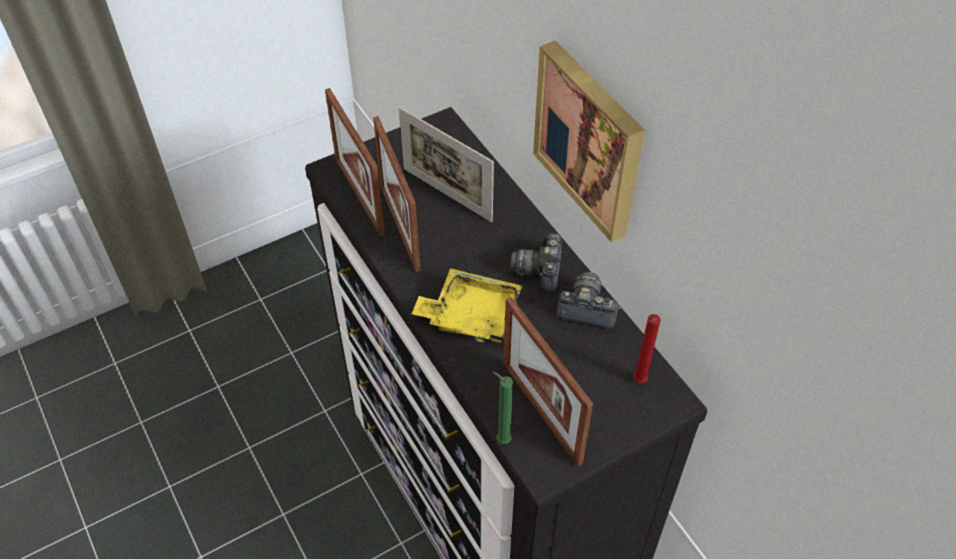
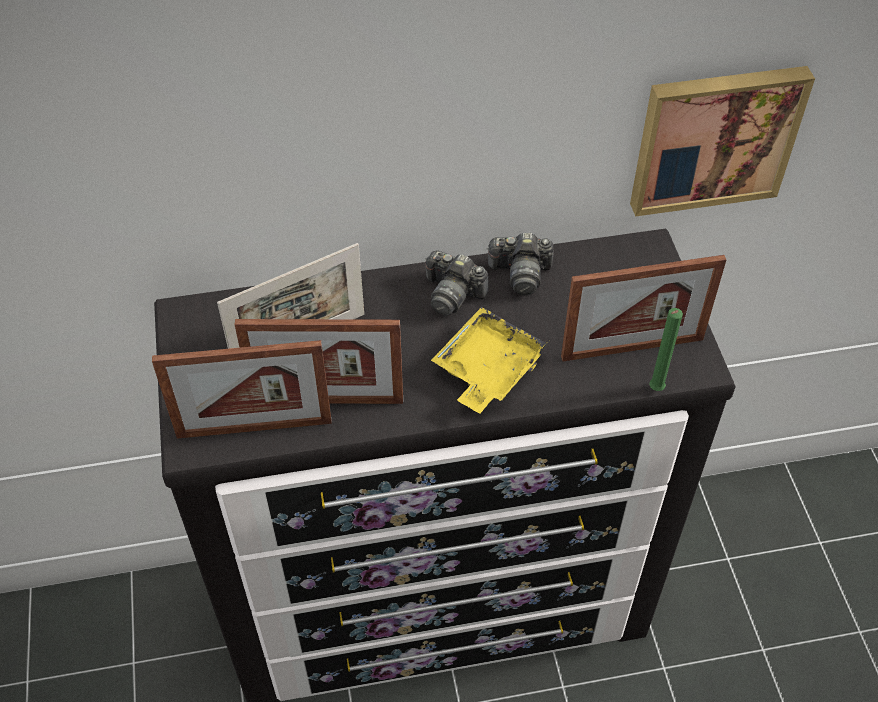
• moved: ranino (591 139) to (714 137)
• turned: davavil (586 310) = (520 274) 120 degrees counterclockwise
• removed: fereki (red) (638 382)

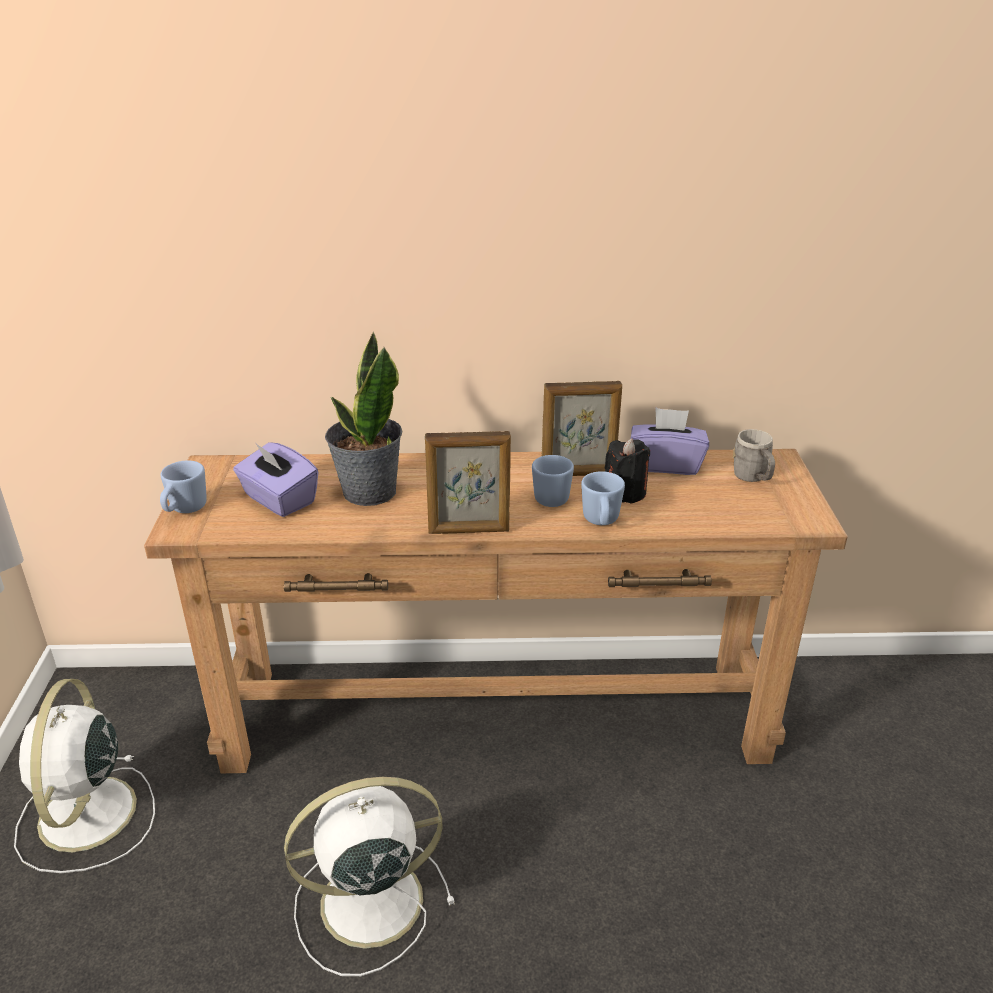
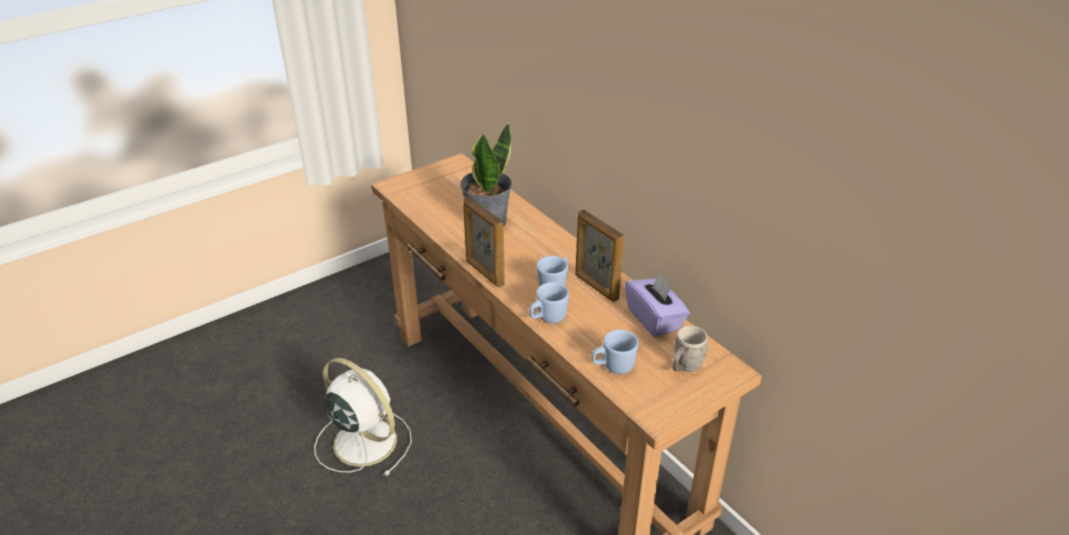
• removed: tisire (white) (86 817)
• moved: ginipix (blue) (184 510) to (613 367)
• removed: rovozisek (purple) (279 500)
• removed: fereki (black) (625 492)

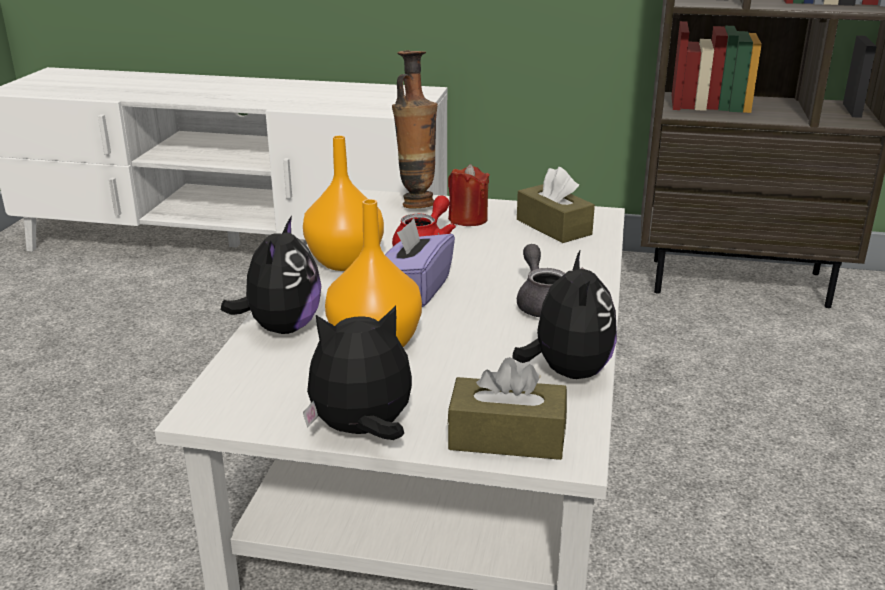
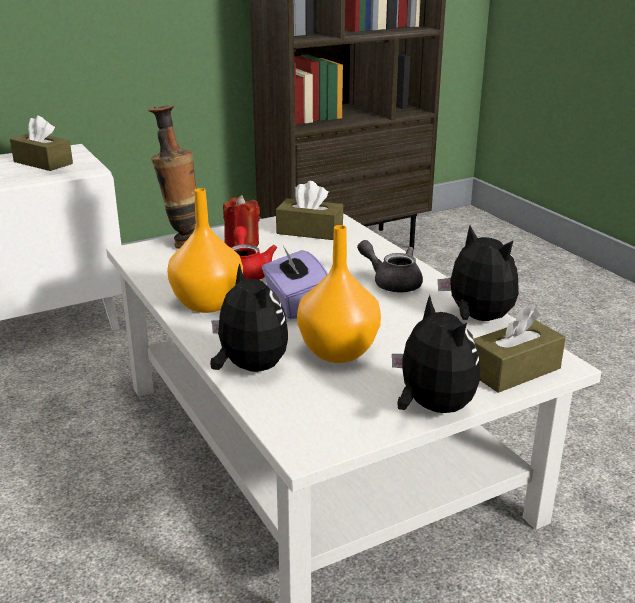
• turned: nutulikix (363 431) = (432 407) 120 degrees clockwise
• added: rovozisek (brown) (43 163)

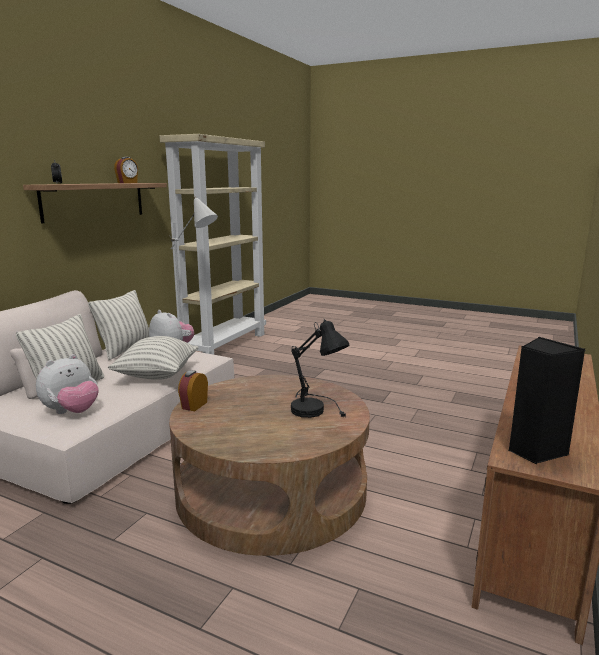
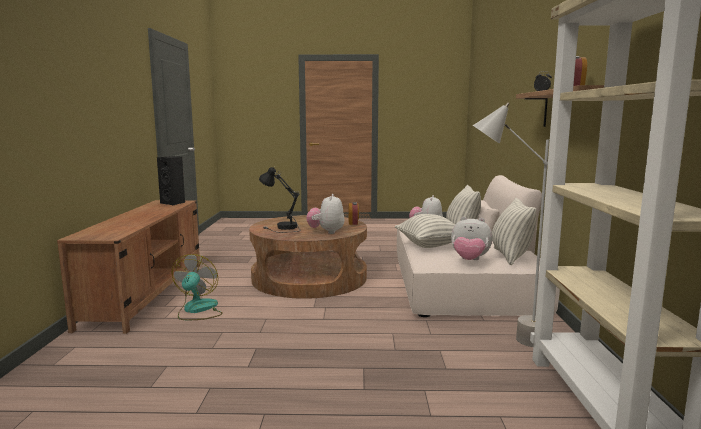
• added: tisire (197 310)
• added: nutulikix (326 232)

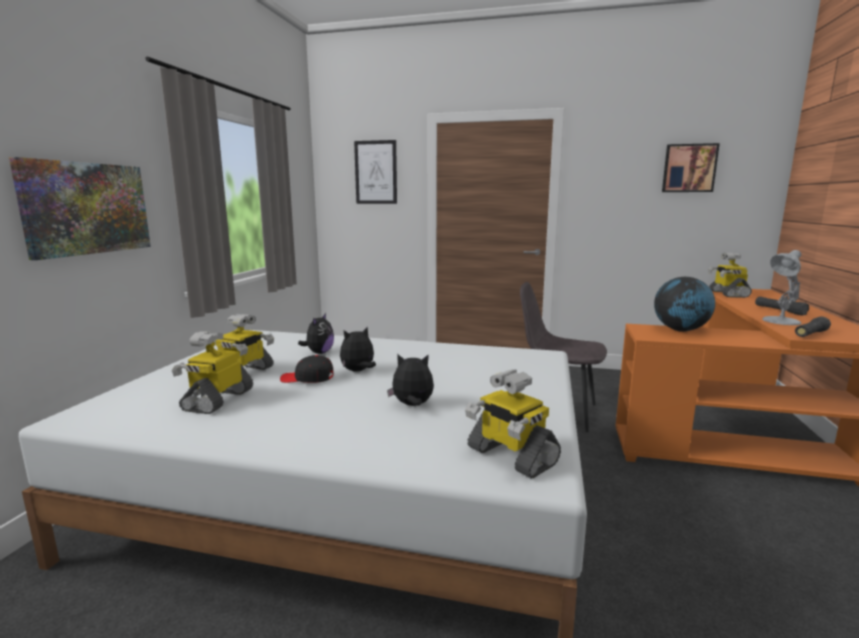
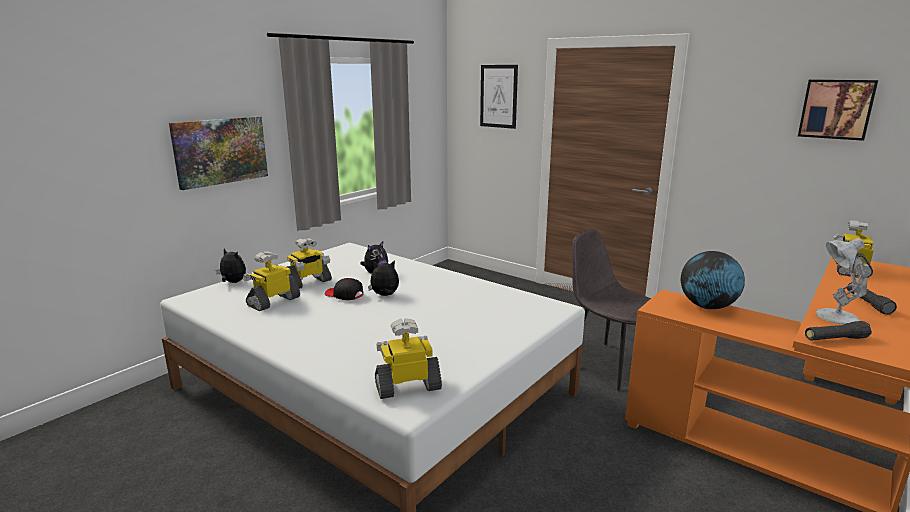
• moved: nutulikix (412 405) to (233 282)
• turned: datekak (510 456) = (408 386) 90 degrees clockwise

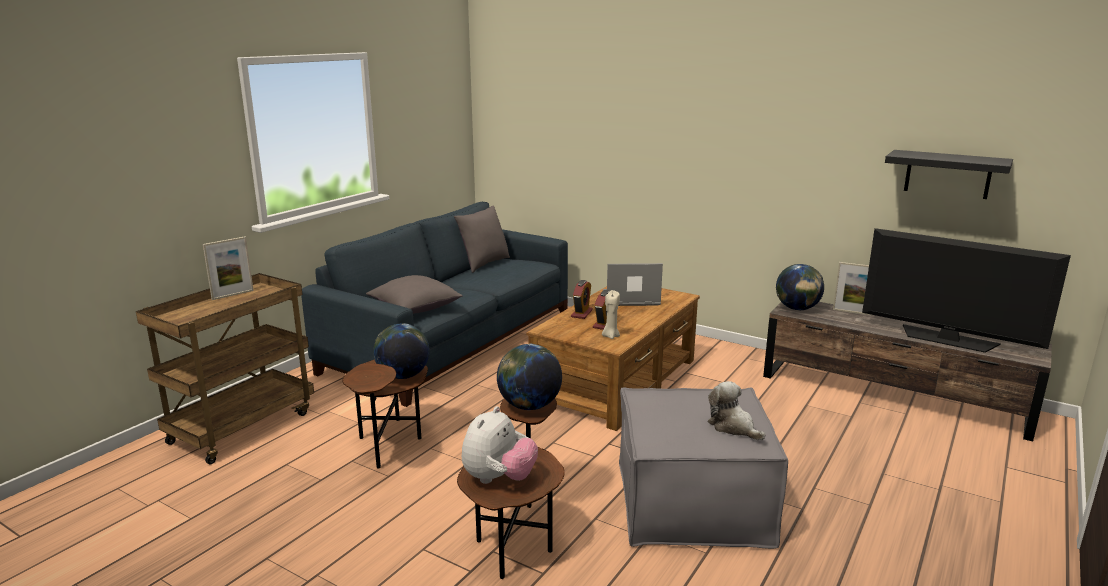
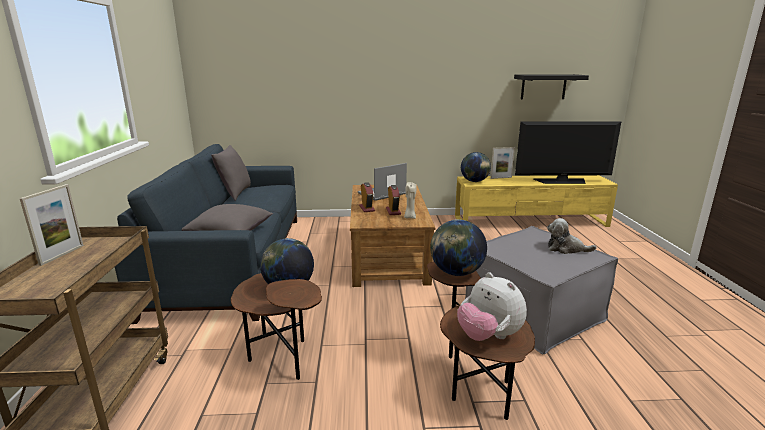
• turned: nutulikix (499 479) = (488 336) 150 degrees clockwise
• recoloured: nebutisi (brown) (893 394) to nebutisi (yellow) (530 221)

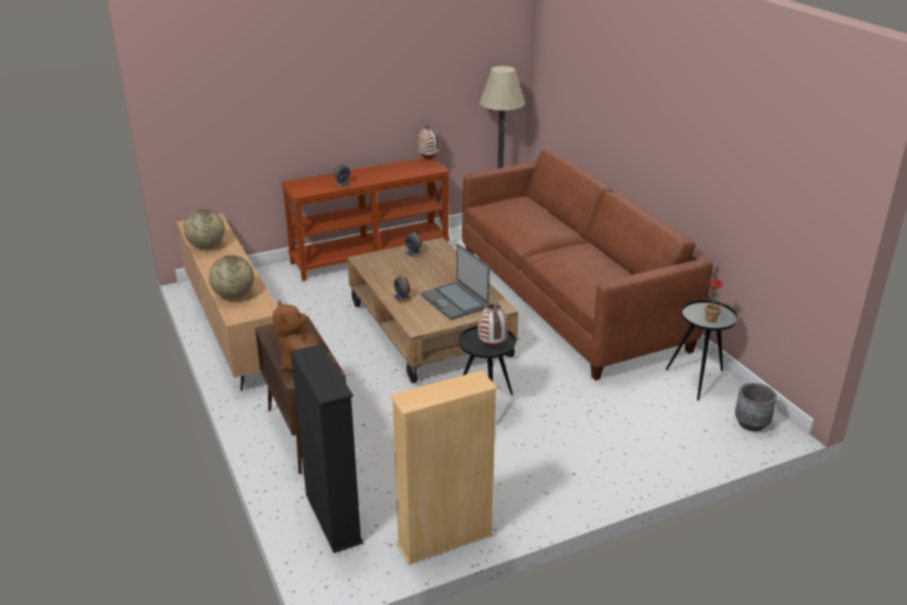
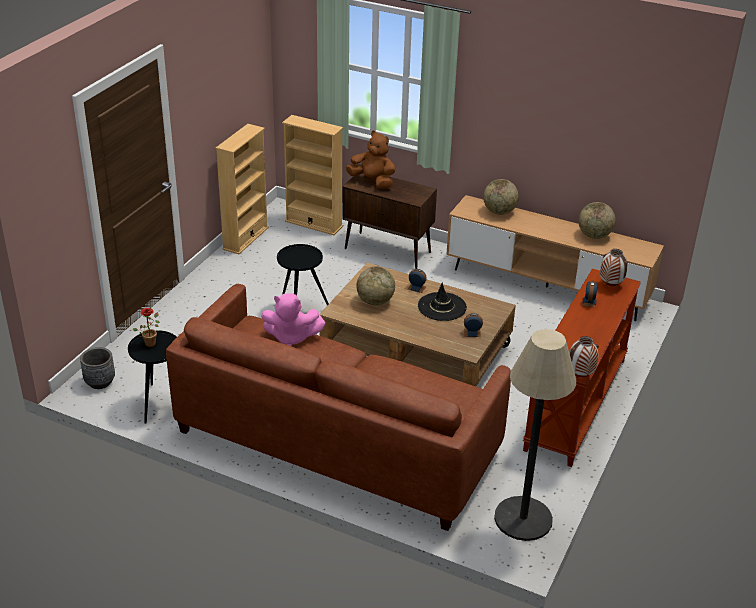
• recoloured: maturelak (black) (333 518) to maturelak (beige) (314 224)
• replaced: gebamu (455 301) to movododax (375 301)
• moved: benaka (493 346) to (610 285)
• added: nutulikix (pink) (291 337)
• added: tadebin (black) (442 307)

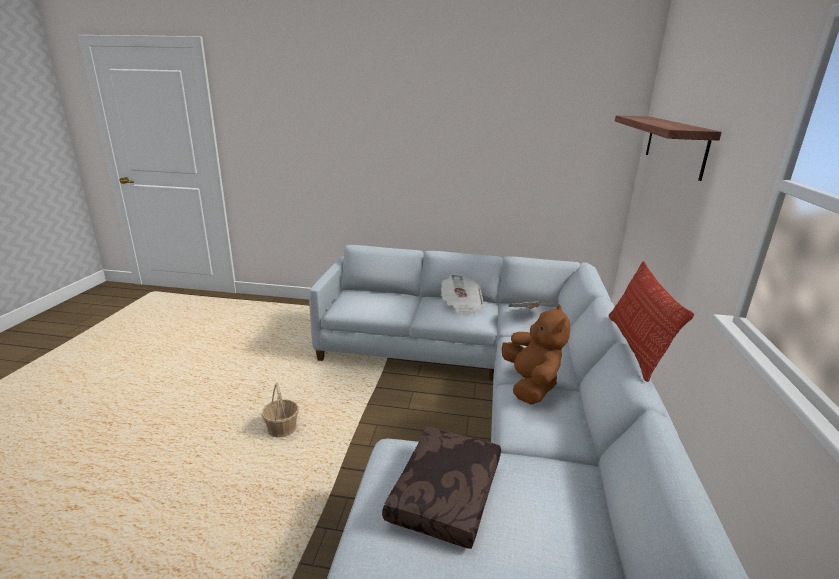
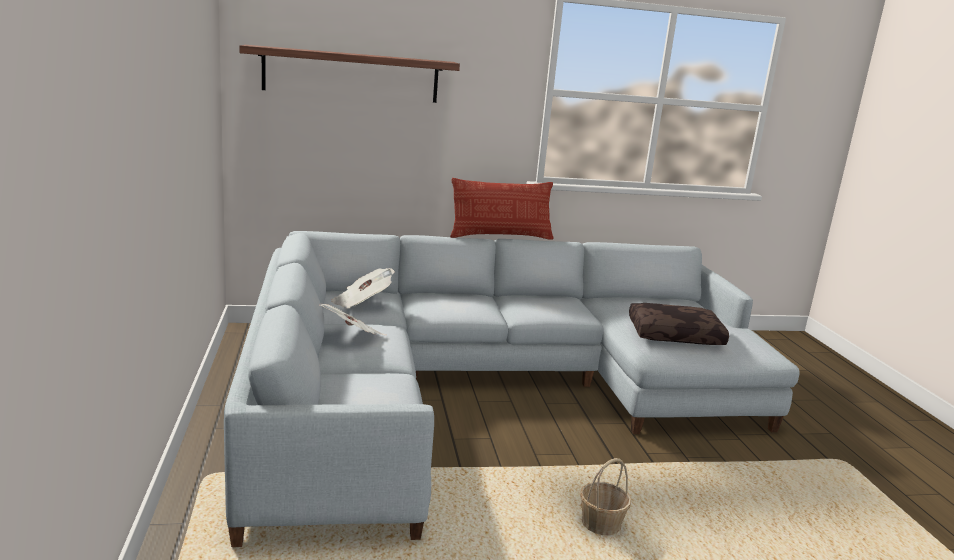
• removed: nutulikix (brown) (530 385)

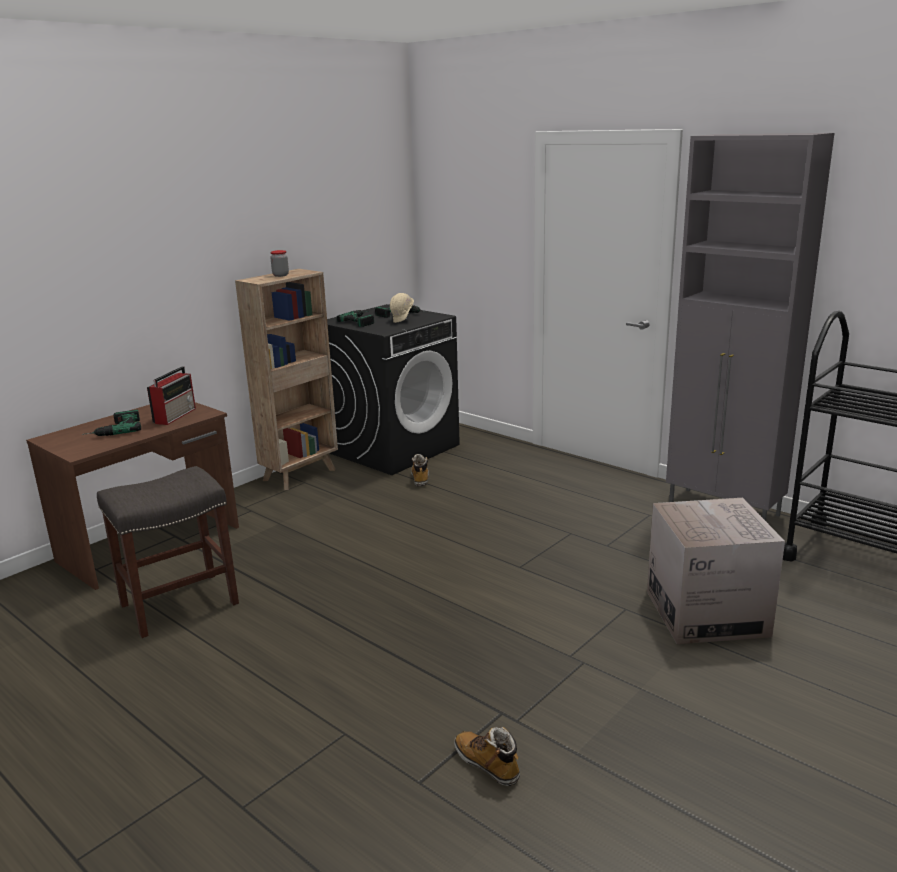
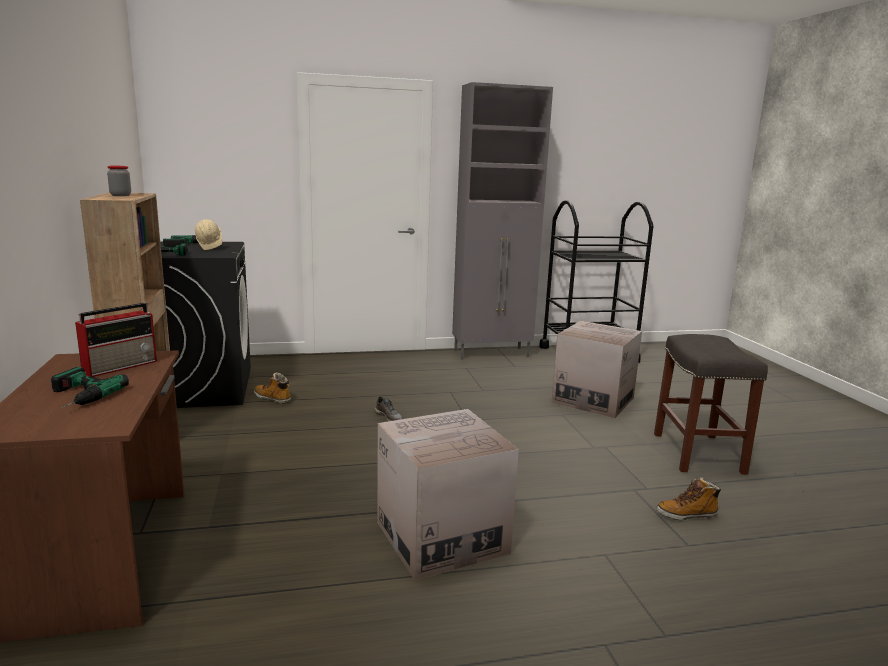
• moved: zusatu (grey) (178 605) to (699 454)
• turned: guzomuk (175 415) = (121 366) 75 degrees clockwise
• added: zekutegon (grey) (389 417)
• added: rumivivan (441 537)

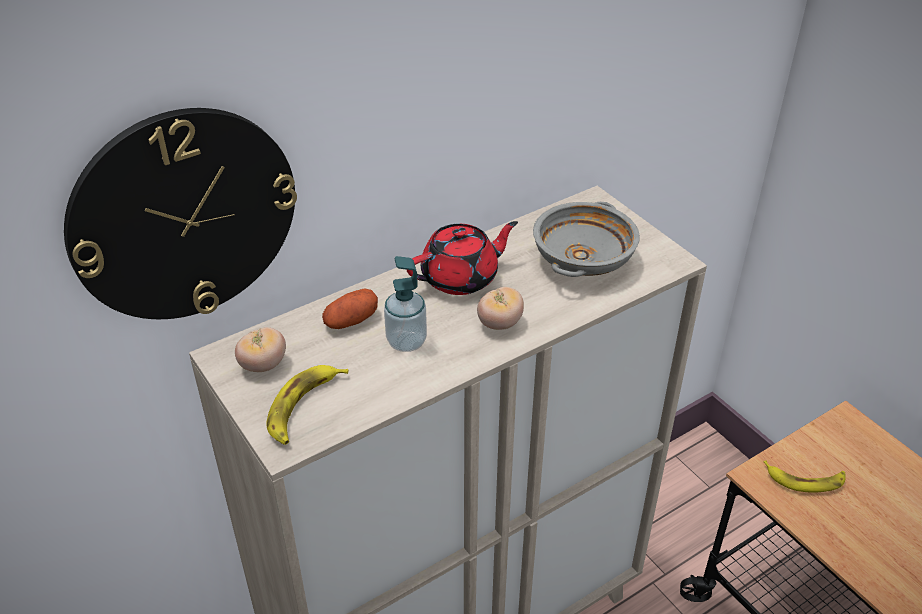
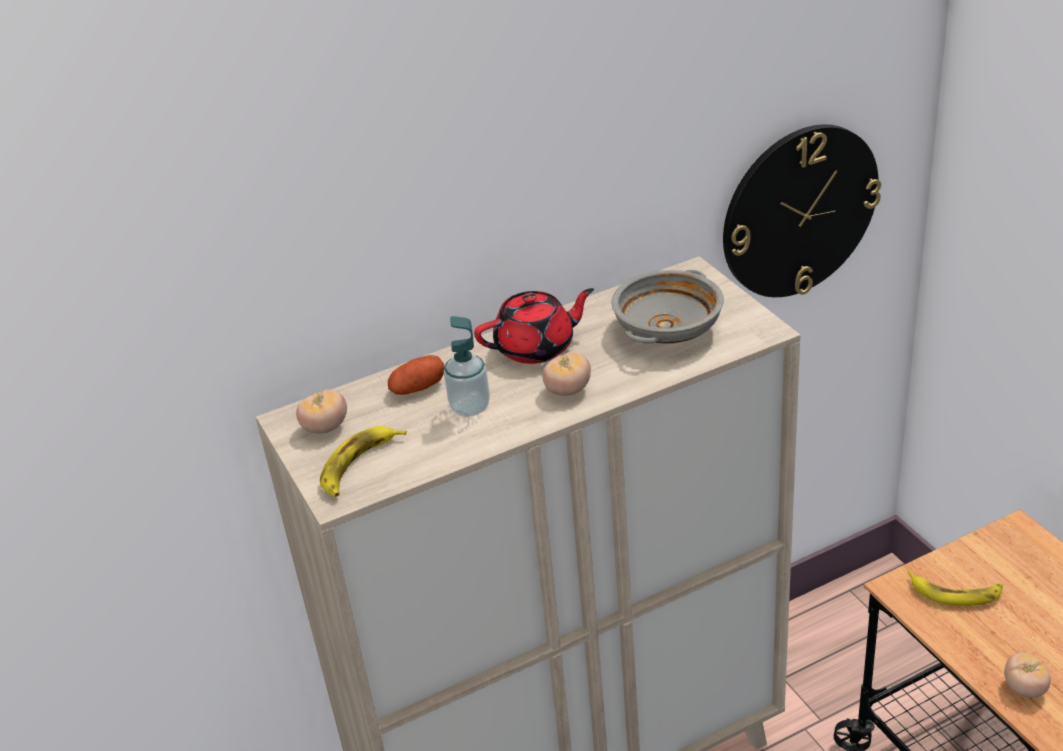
• moved: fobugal (184 216) to (799 211)
• added: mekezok (1024 688)

